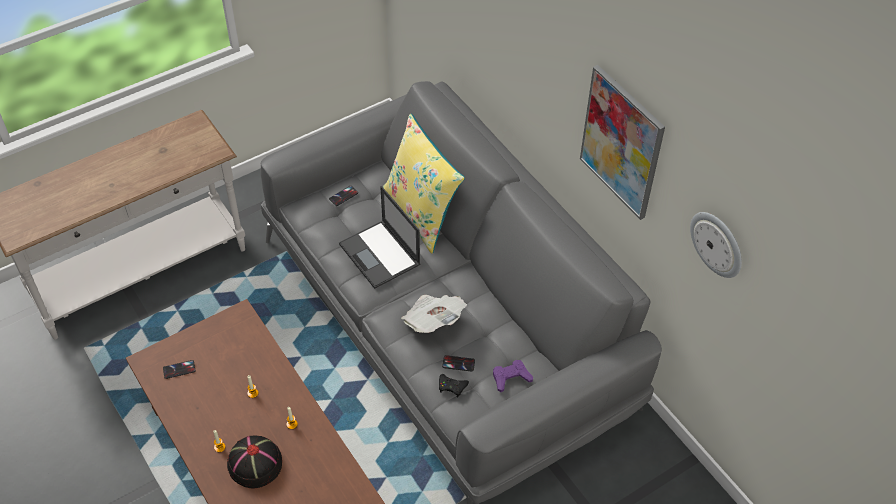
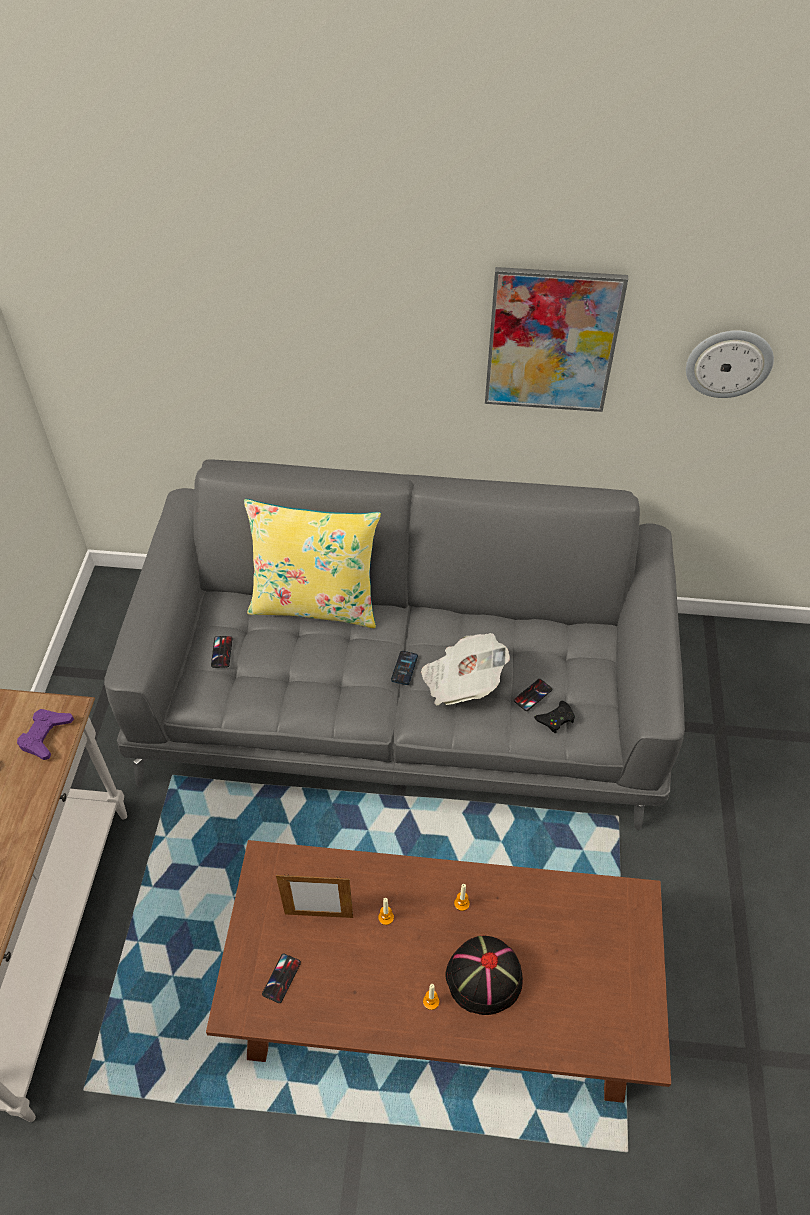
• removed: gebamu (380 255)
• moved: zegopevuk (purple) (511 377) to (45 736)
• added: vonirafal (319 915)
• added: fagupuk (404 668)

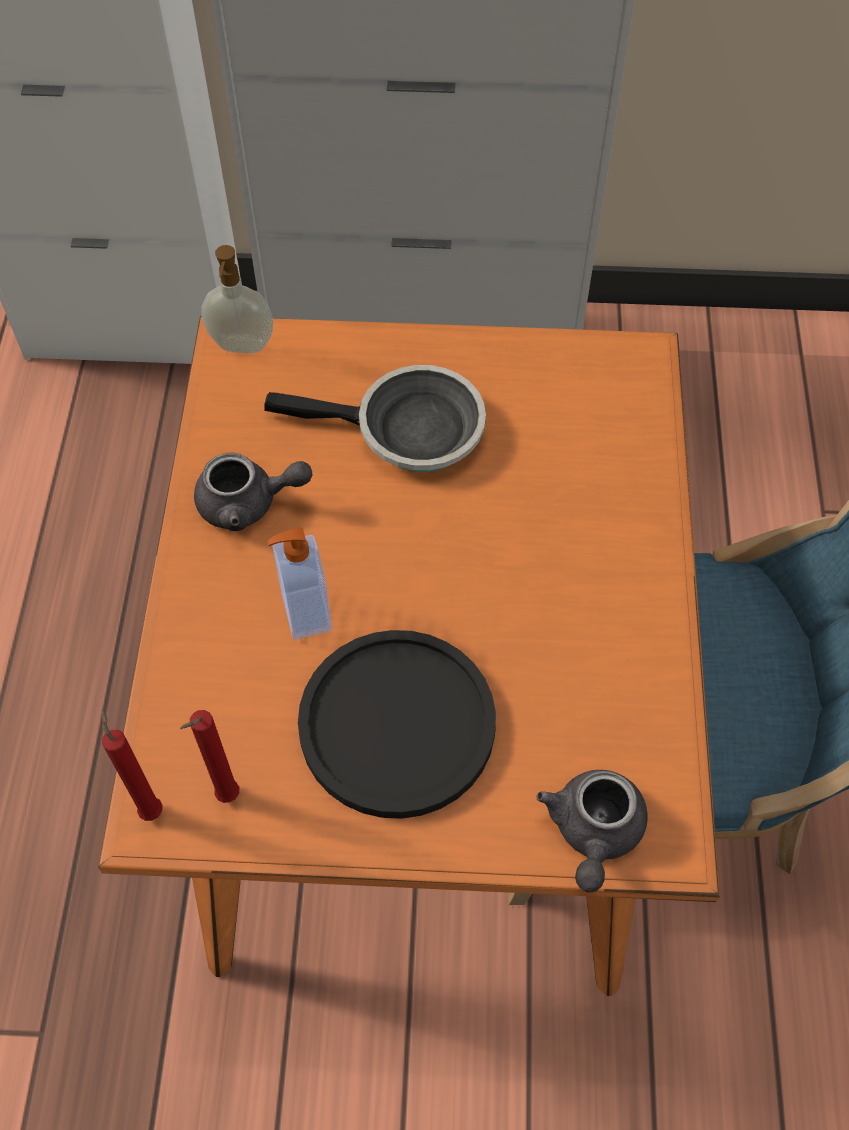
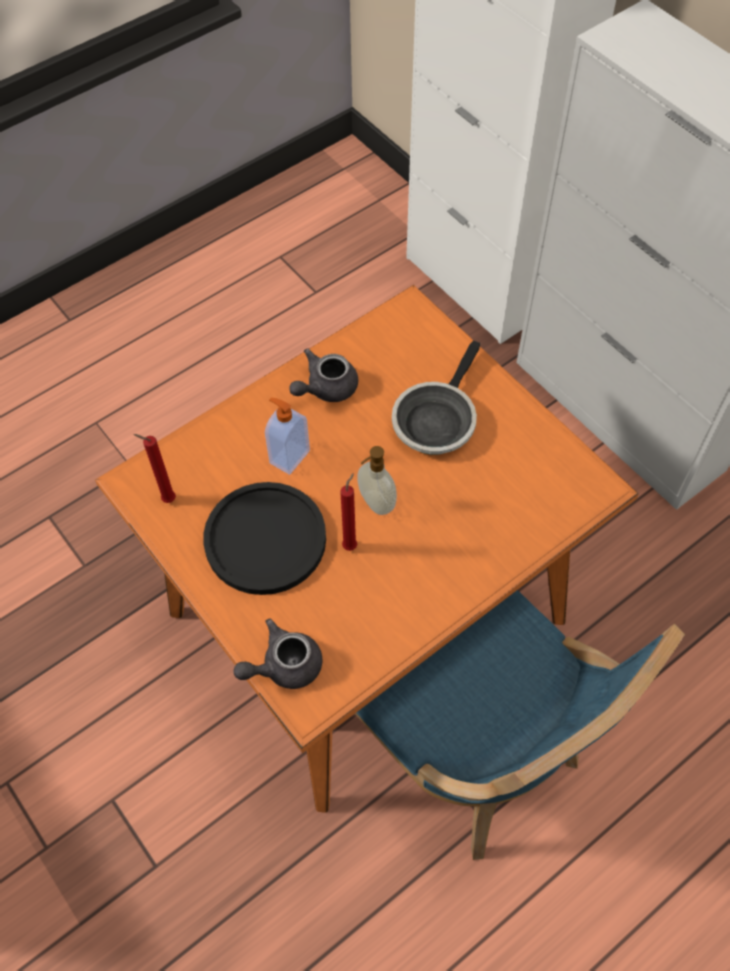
• moved: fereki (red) (151 808) to (351 545)
• turned: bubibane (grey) (248 504) = (325 388) 90 degrees clockwise
• moved: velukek (241 346) to (375 503)
• turned: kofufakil (409 431) = (436 419) 60 degrees clockwise

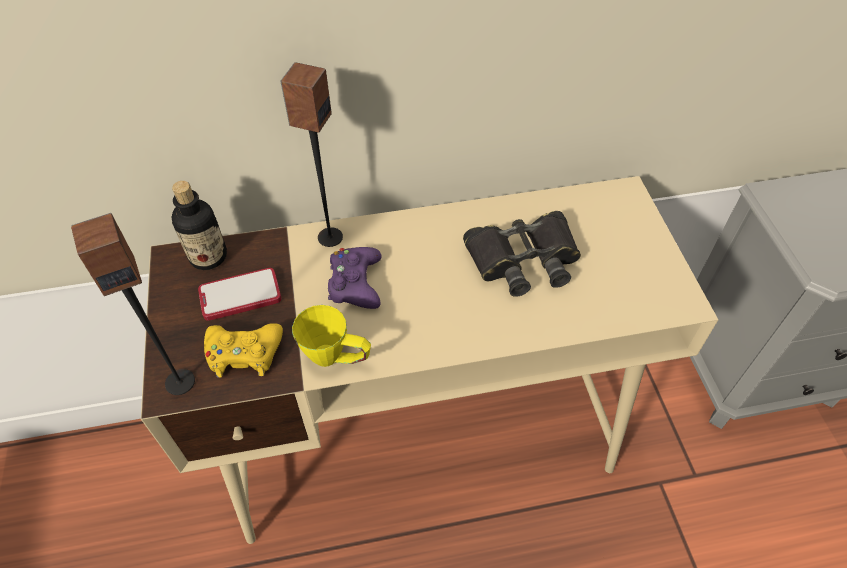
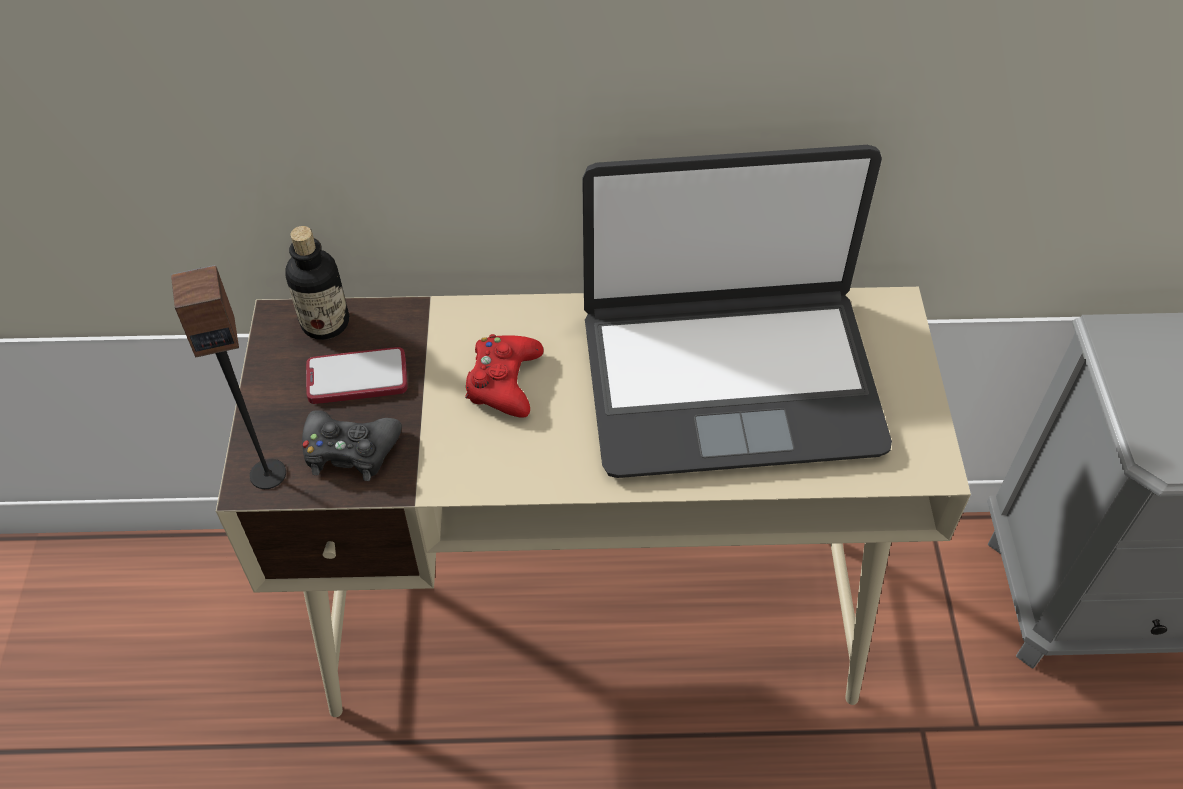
• recoloured: zegopevuk (yellow) (244 353) to zegopevuk (black) (350 451)
• removed: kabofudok (329 237)
• removed: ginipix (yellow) (337 359)
• recoloured: zegopevuk (purple) (355 283) to zegopevuk (red) (504 382)
• replaced: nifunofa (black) (523 259) to gebamu (729 380)

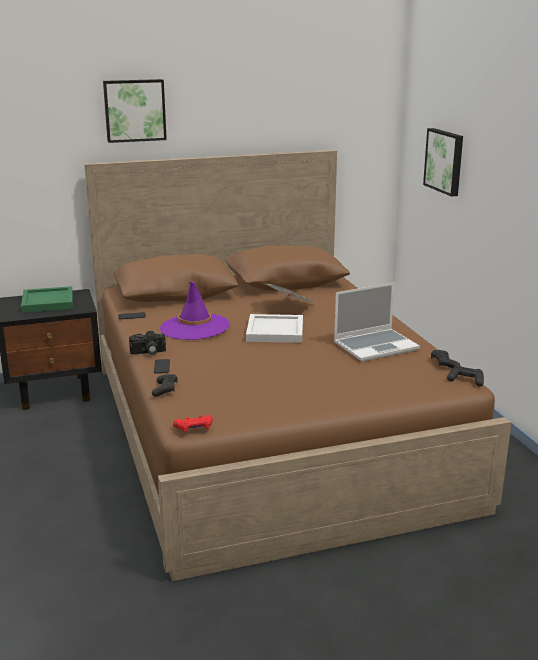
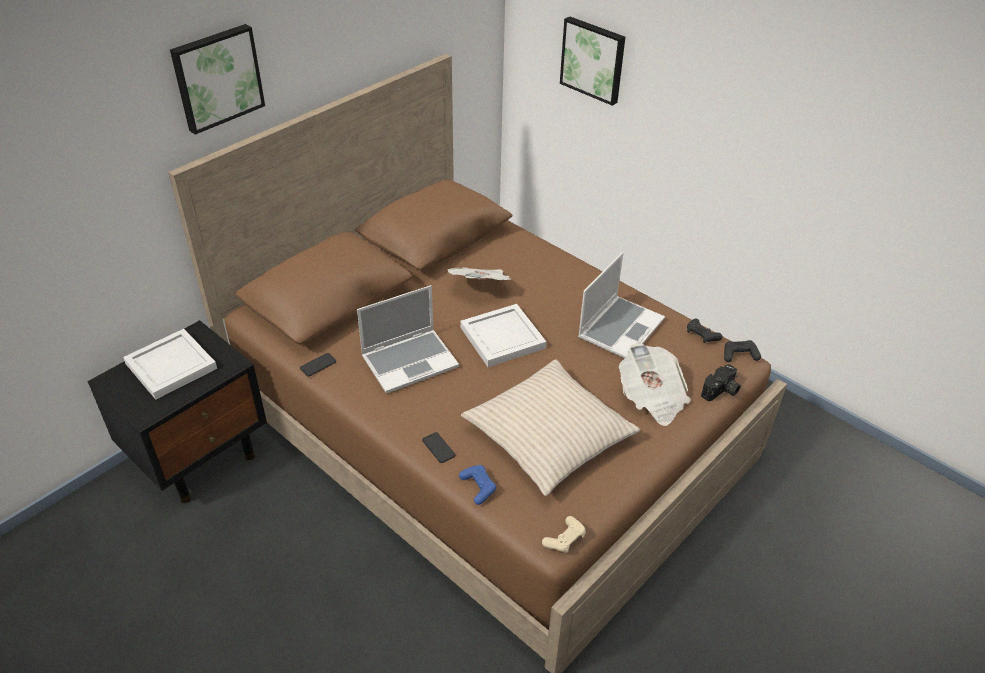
• recoloured: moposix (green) (47 302) to moposix (white) (170 367)
• moved: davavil (148 352) to (721 391)
• recoloured: zegopevuk (black) (165 390) to zegopevuk (blue) (478 487)
• replaced: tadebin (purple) (194 327) to gebamu (410 361)
• recoloured: zegopevuk (red) (194 428) to zegopevuk (beige) (564 539)
• added: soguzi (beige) (549 436)
• added: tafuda (652 398)

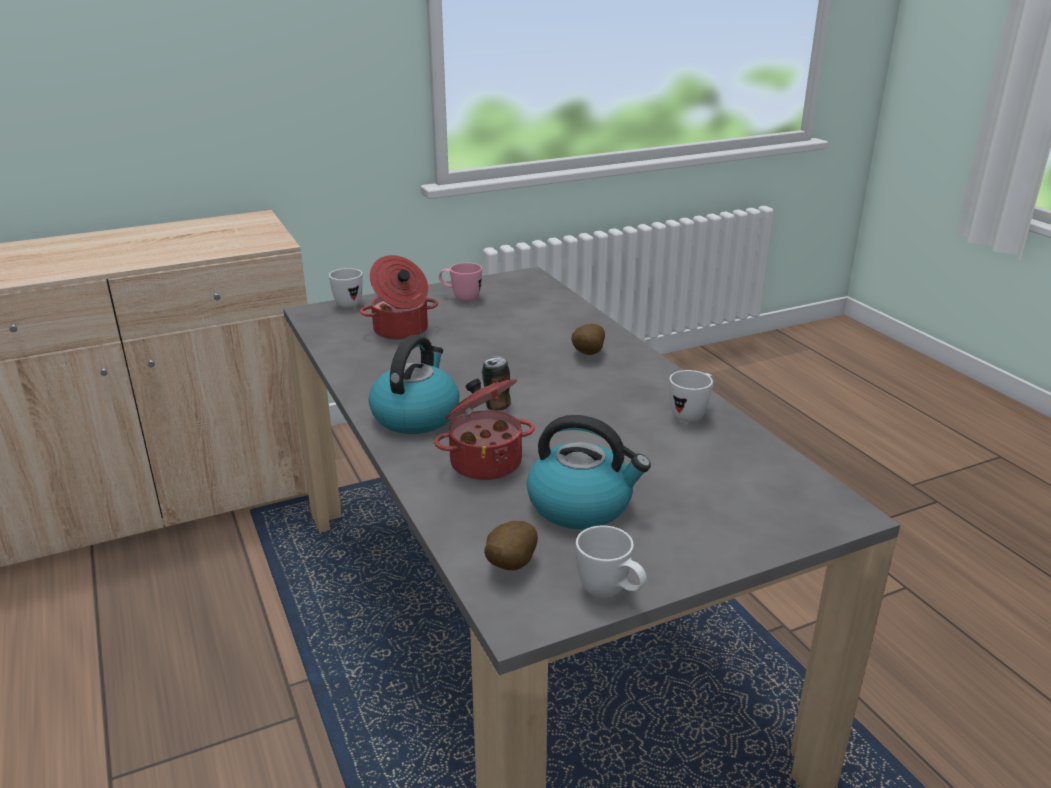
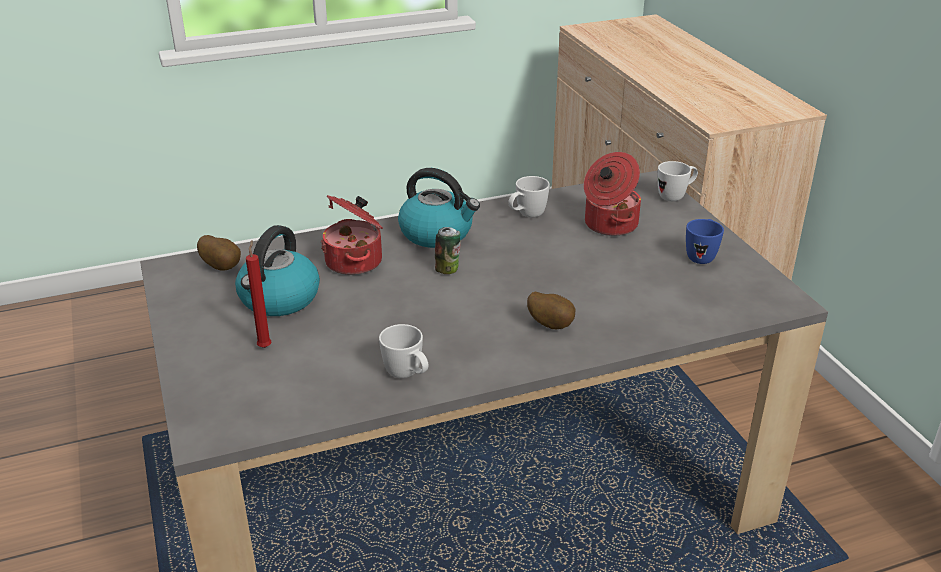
• recoloured: ginipix (pink) (461 298) to ginipix (blue) (701 256)
• moved: ginipix (white) (611 593) to (526 216)
• added: fereki (red) (265 346)

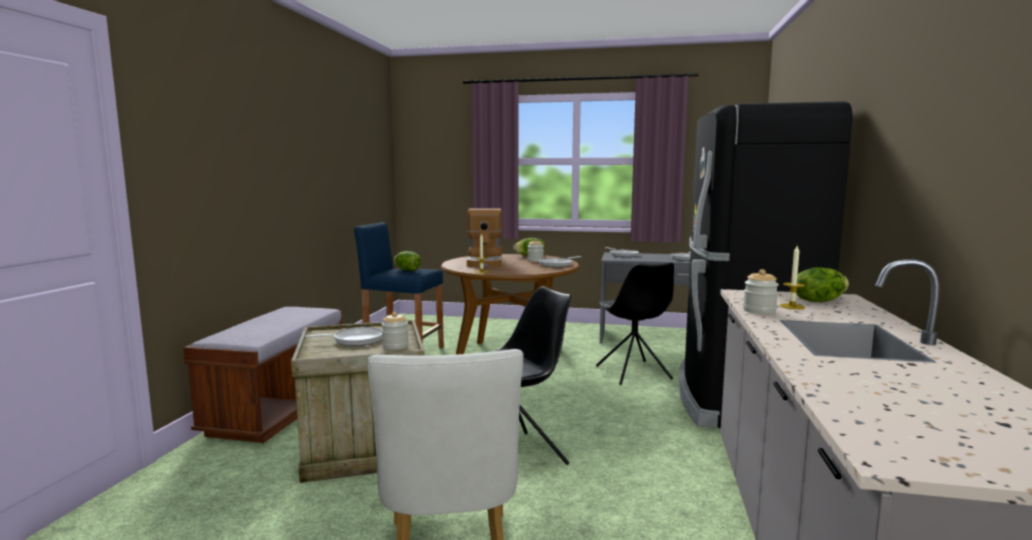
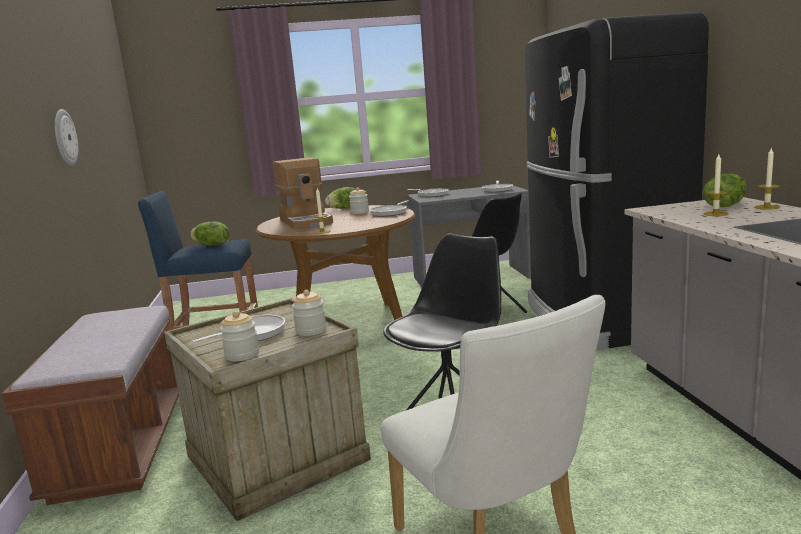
• moved: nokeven (759 311) to (242 355)
• added: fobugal (64 137)
• added: fereki (767 207)

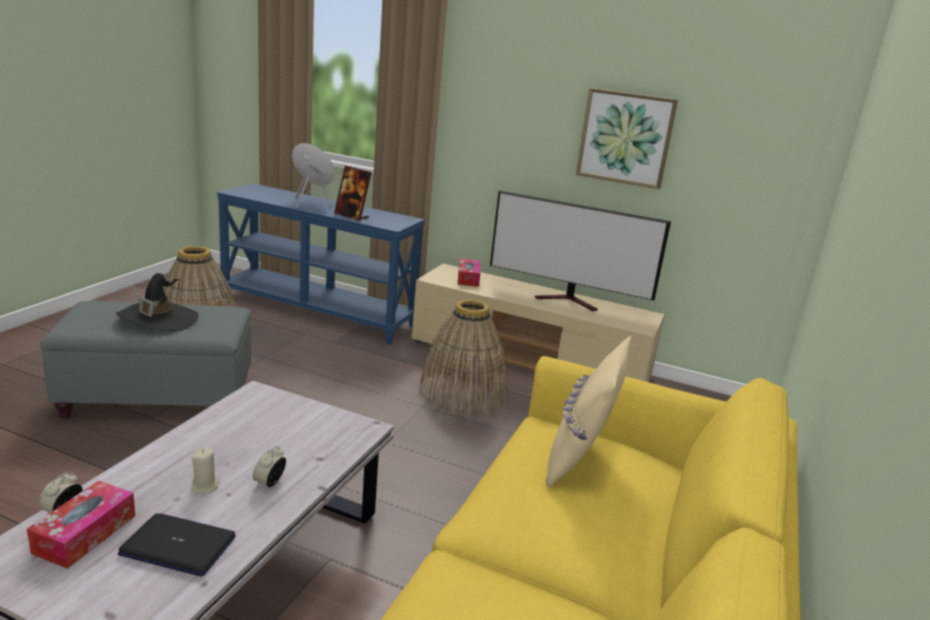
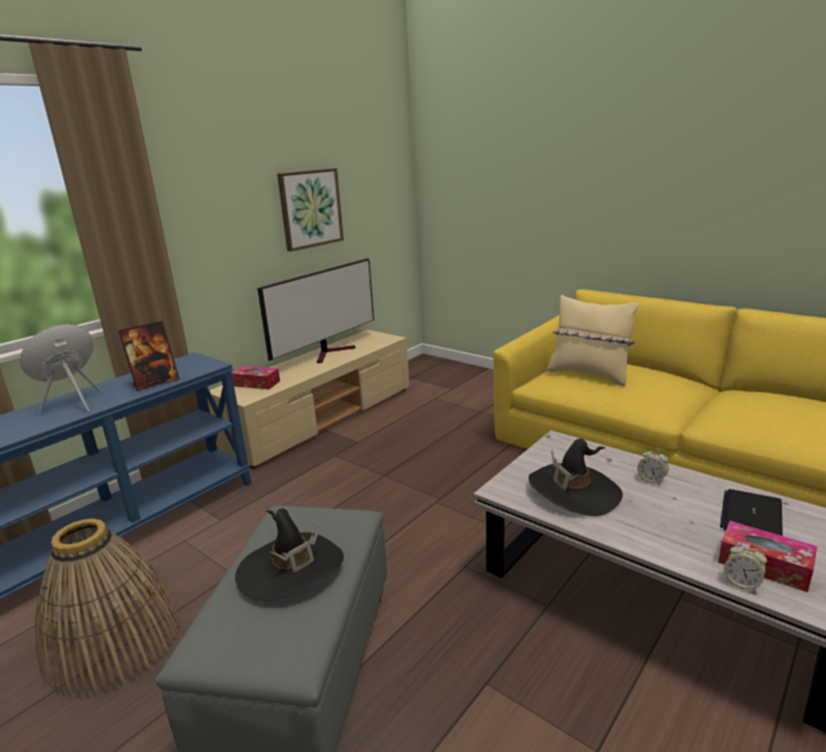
• removed: fereki (beige) (205 486)
• removed: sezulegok (463 393)
• added: tadebin (black) (574 491)

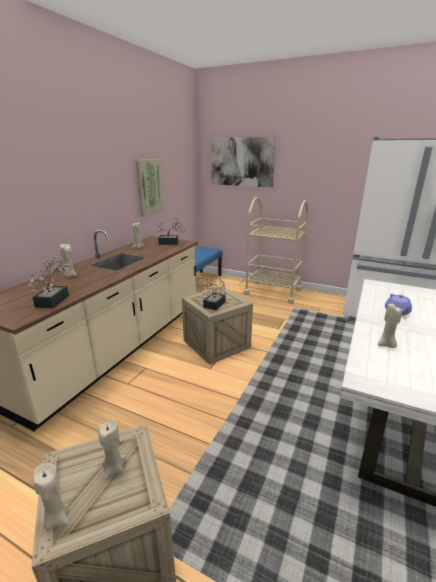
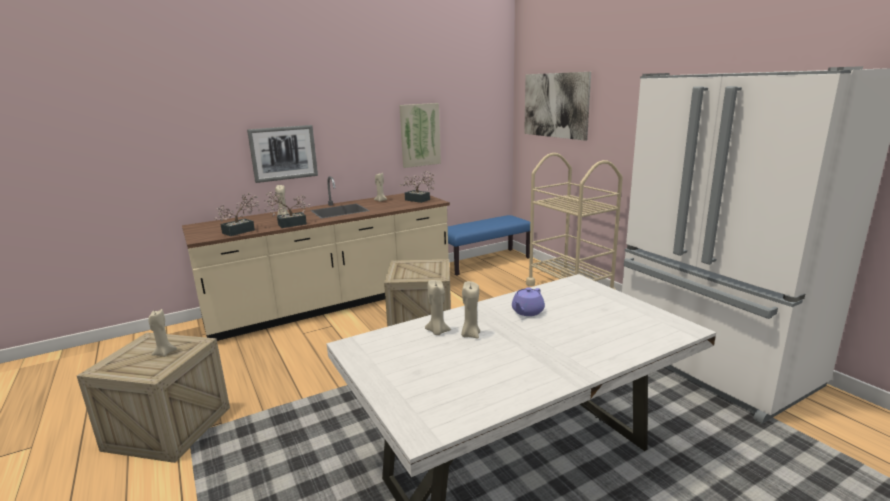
• moved: fereki (beige) (56 519) to (470 335)
• moved: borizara (212 305) to (288 224)
• added: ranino (283 153)

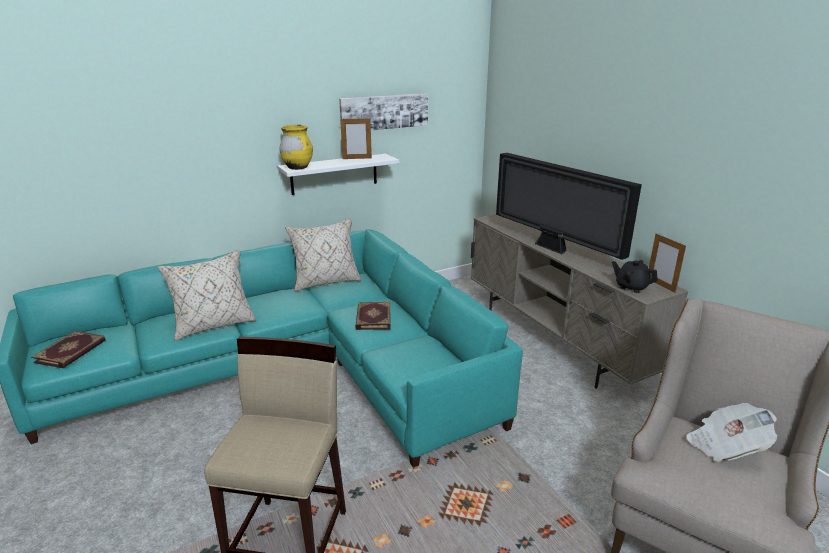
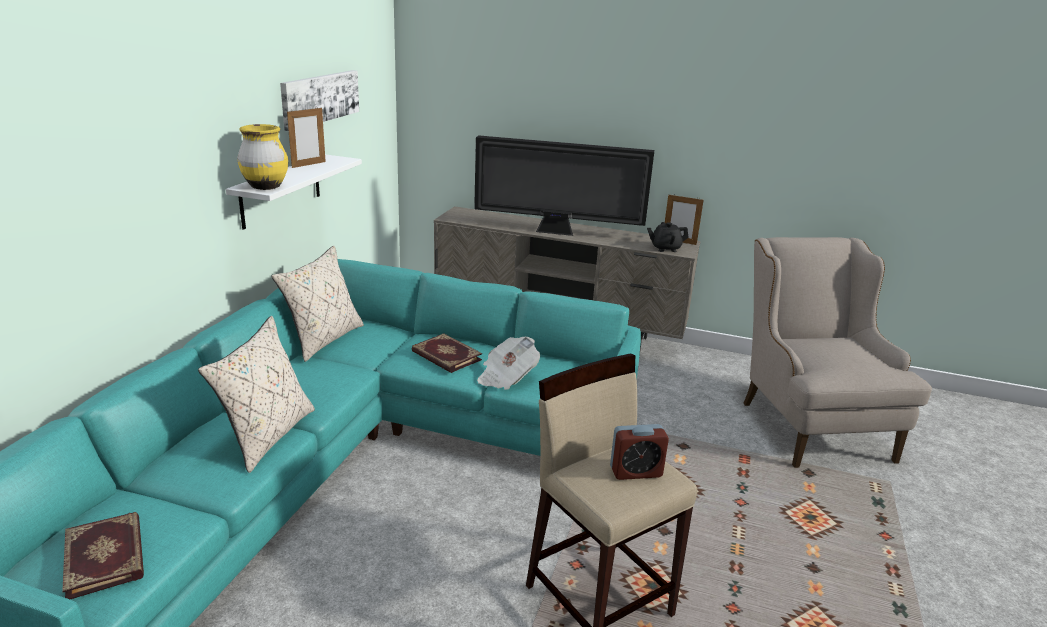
• moved: tafuda (725 446) to (506 377)
• added: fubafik (636 472)

